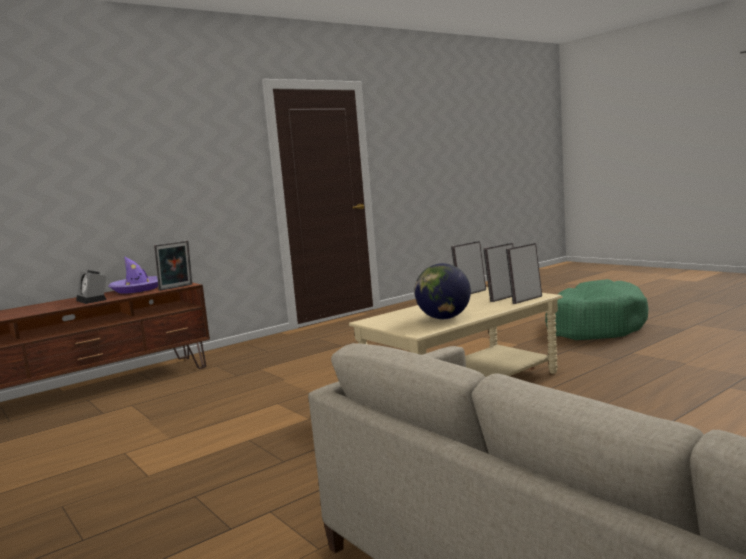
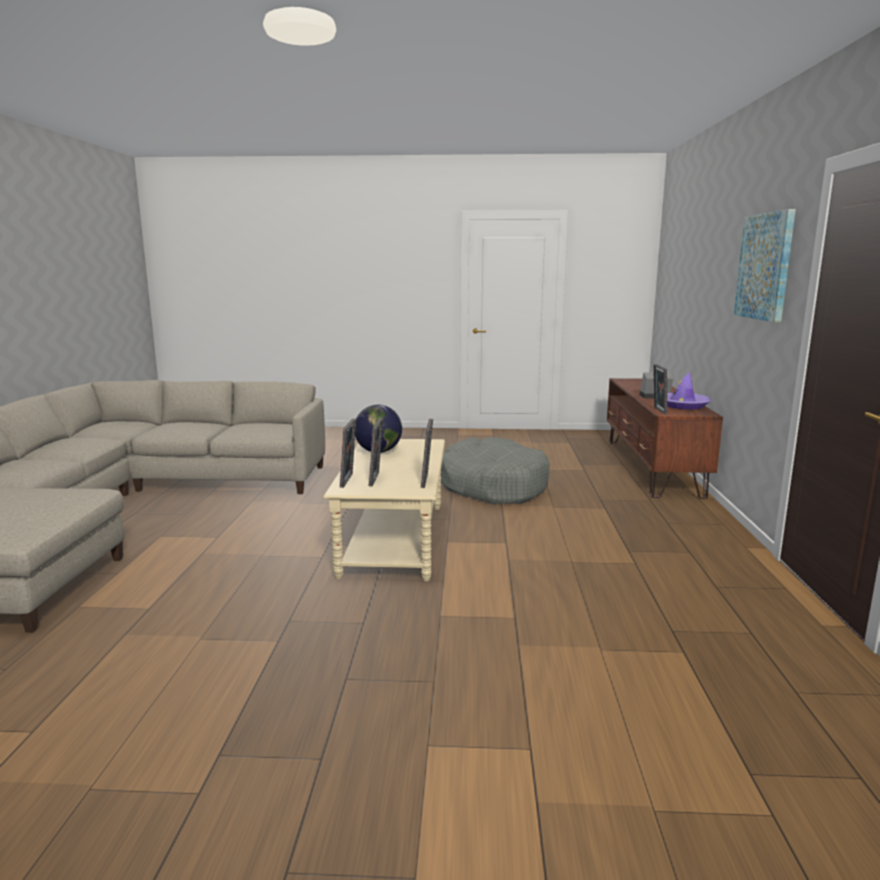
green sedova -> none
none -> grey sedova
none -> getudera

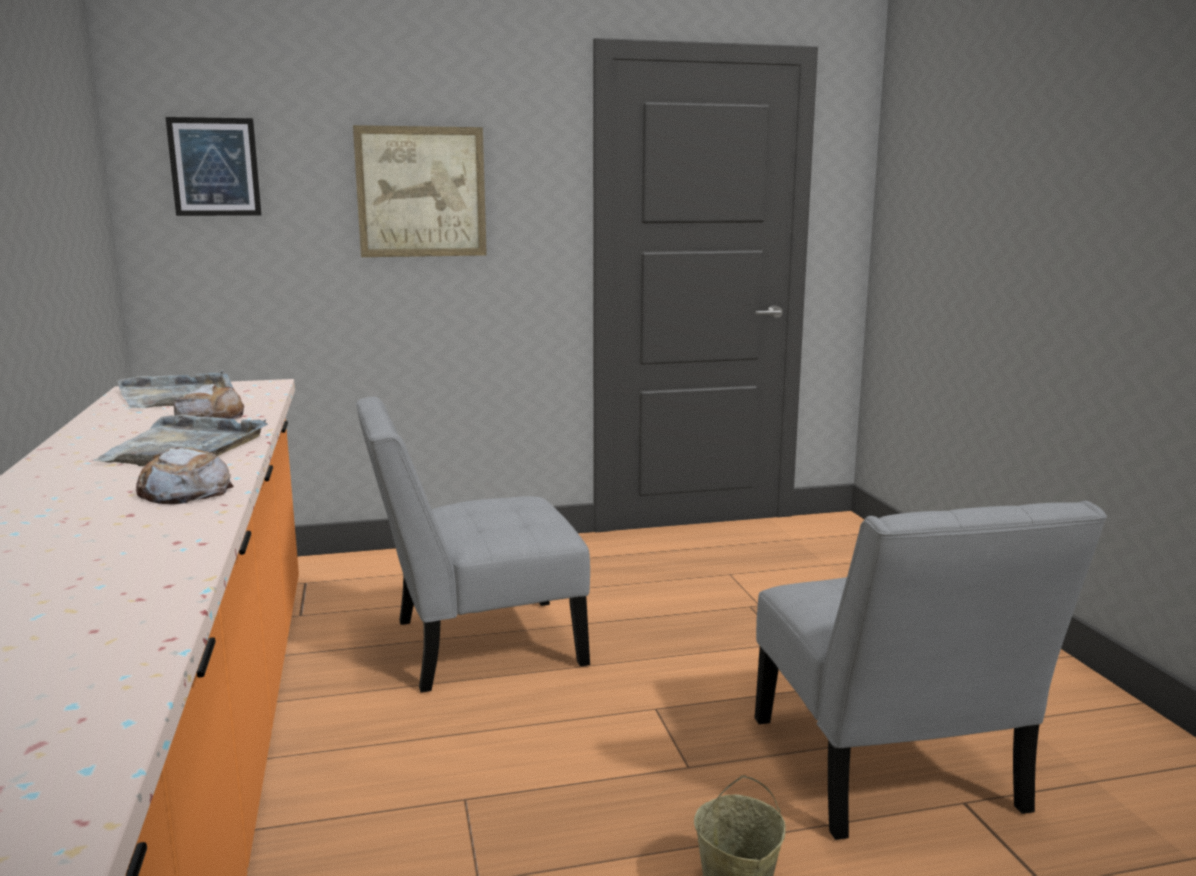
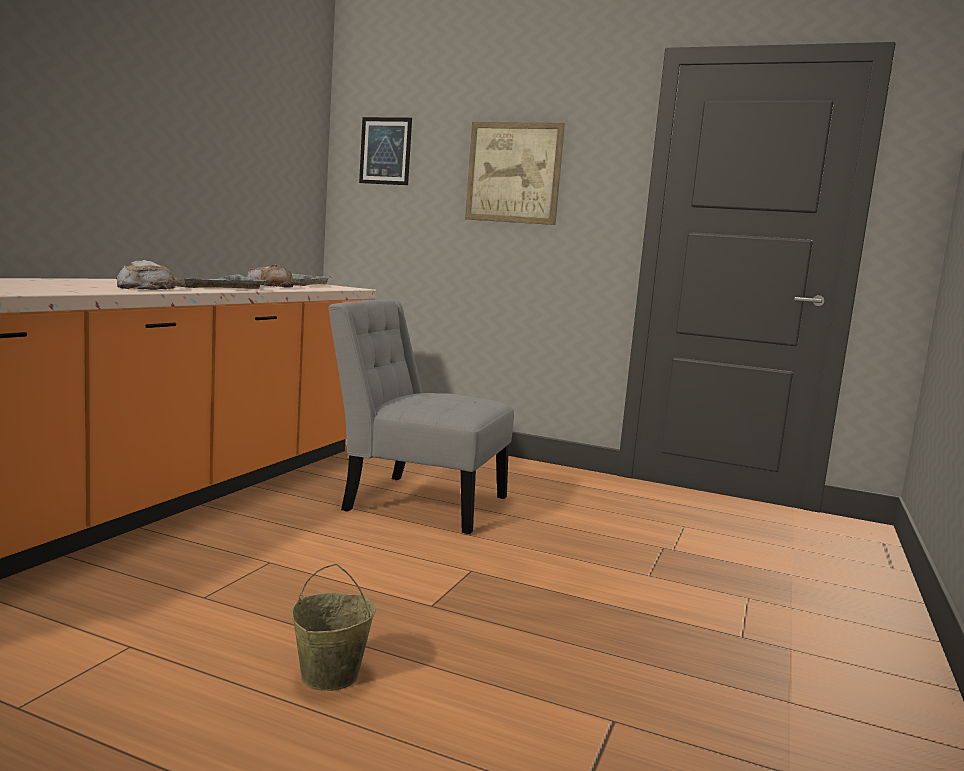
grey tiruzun (no. 2 from left) -> none

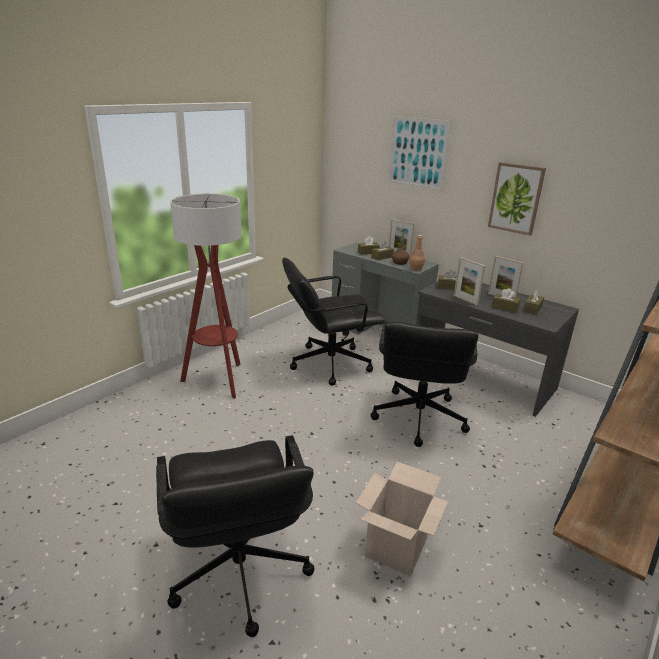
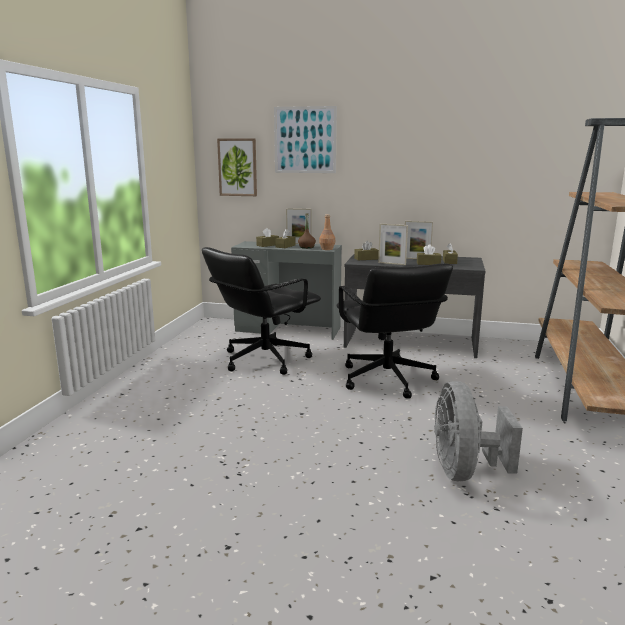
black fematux (no. 1 from left) -> none
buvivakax -> none
getudera (no. 2 from left in the first image) -> getudera (no. 1 from left), shifted
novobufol -> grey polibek

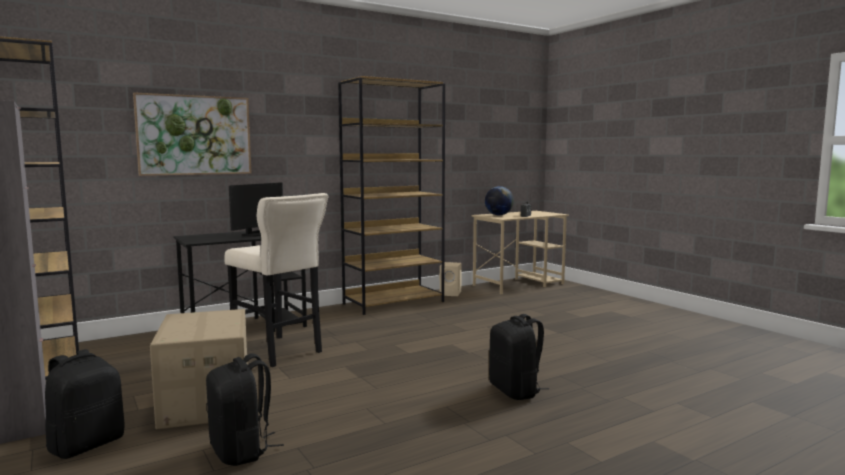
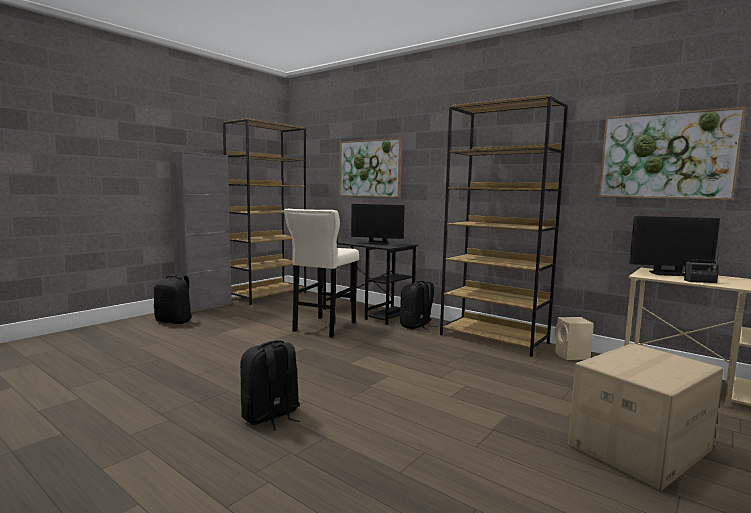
none -> getudera (no. 2 from left)
novobufol, shifted
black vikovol (no. 2 from left in the first image) -> black vikovol (no. 3 from left), shifted
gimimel -> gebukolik (no. 2 from left)

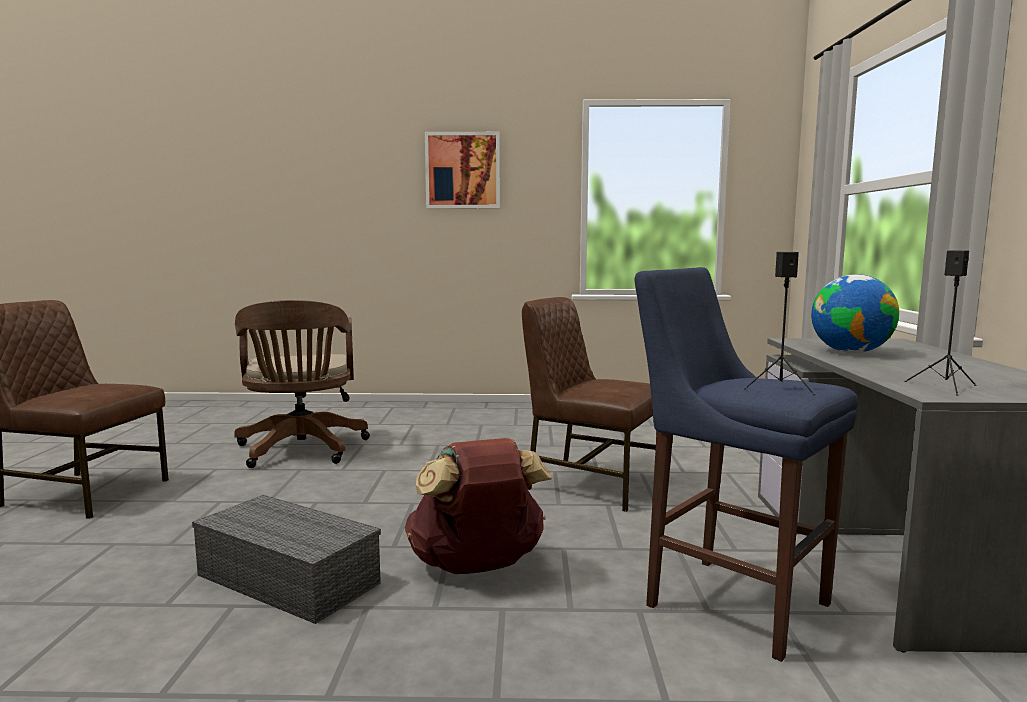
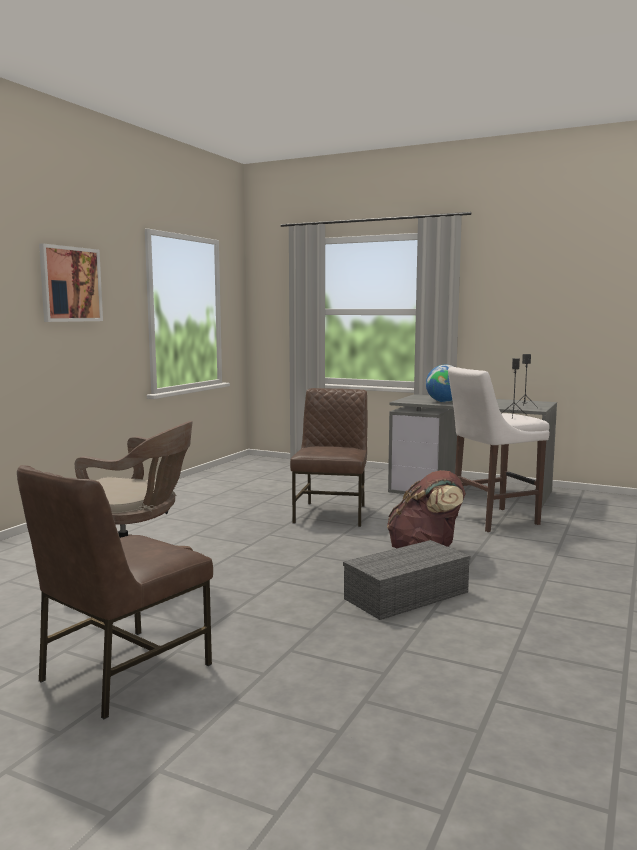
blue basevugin -> white basevugin
brown tiruzun (no. 2 from left), 135 degrees clockwise

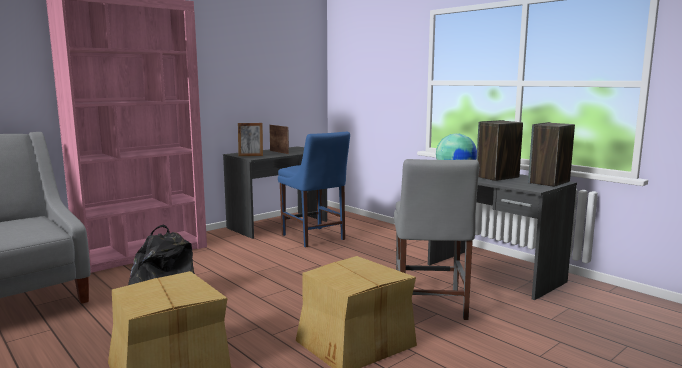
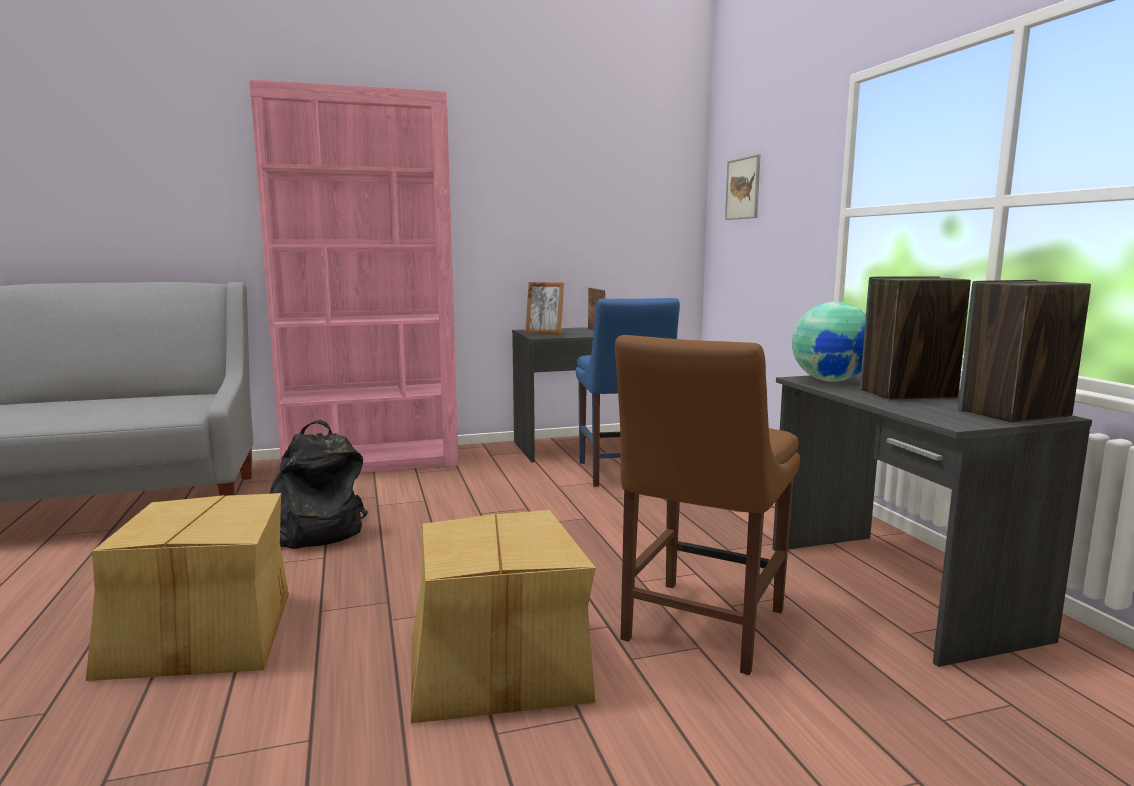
none -> getudera
grey tiruzun -> brown tiruzun

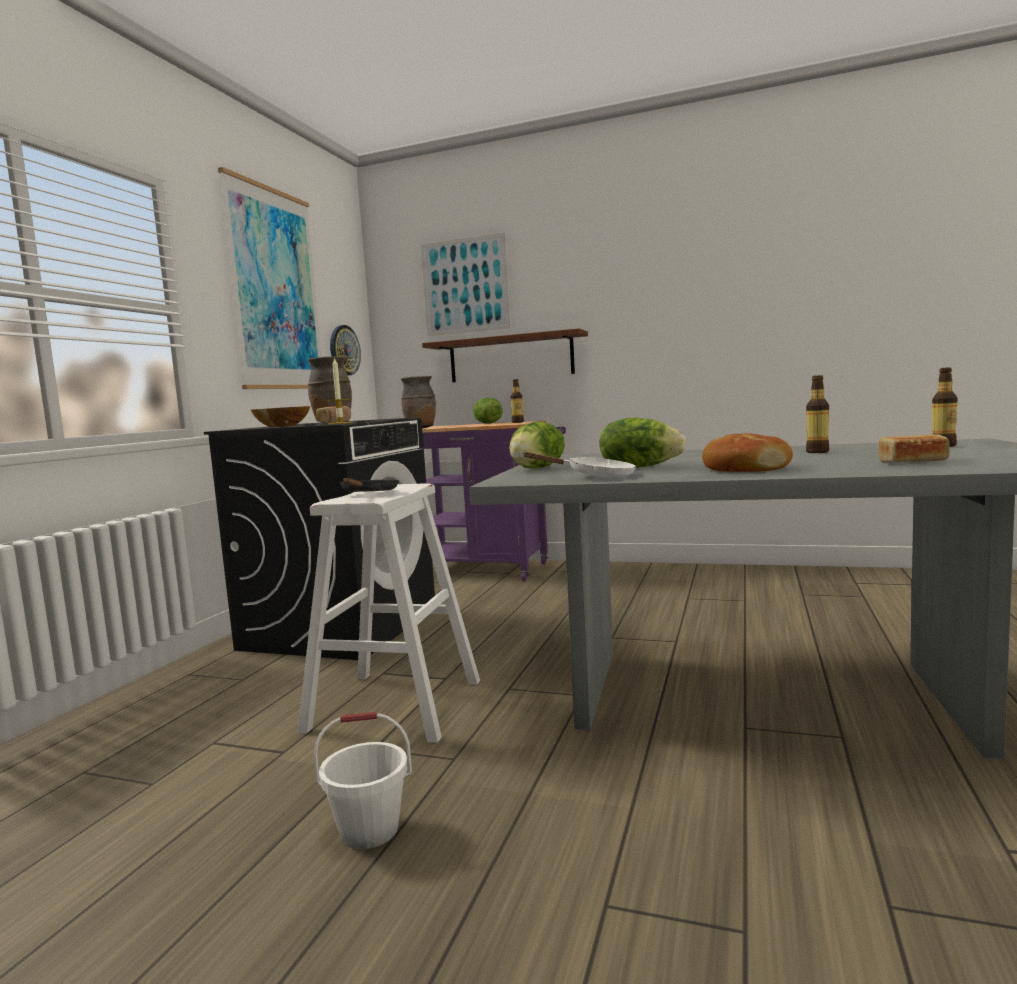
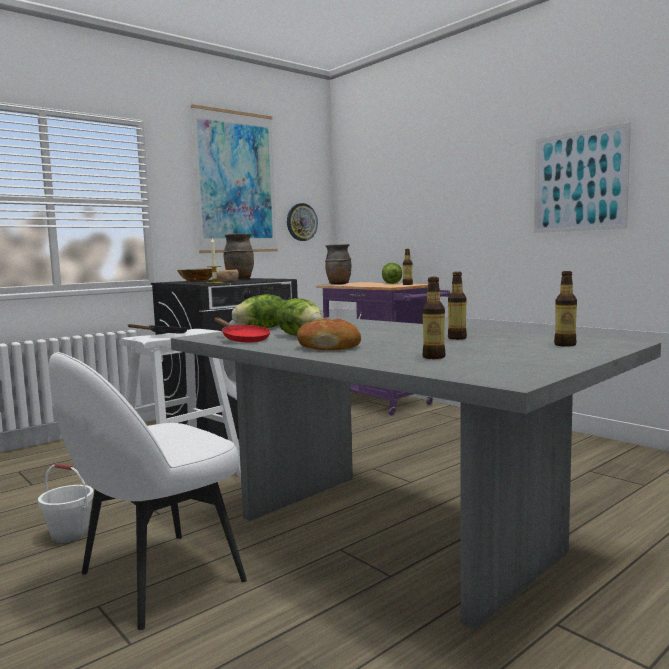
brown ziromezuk -> none
none -> white tiruzun
getudera (no. 2 from left), shifted
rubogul (no. 3 from left) -> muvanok (no. 2 from left)
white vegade -> red vegade

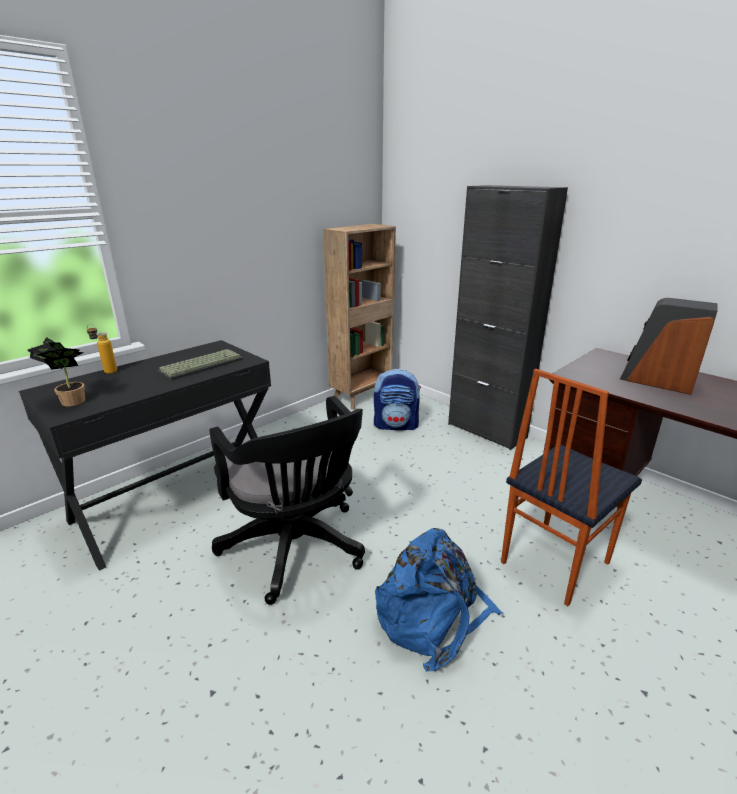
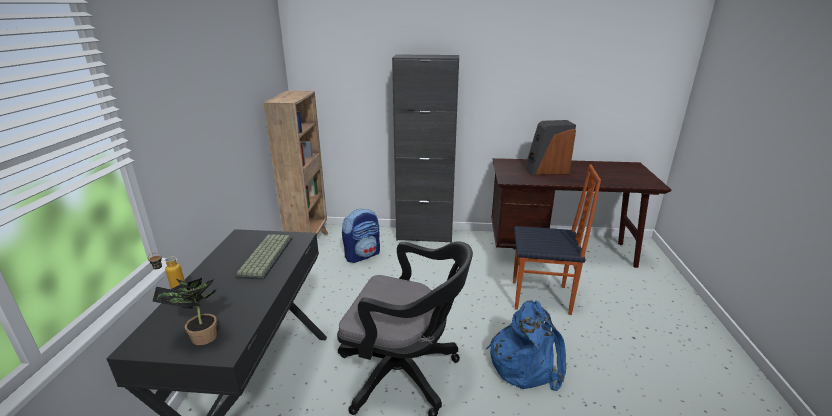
tiruzun, 90 degrees counterclockwise

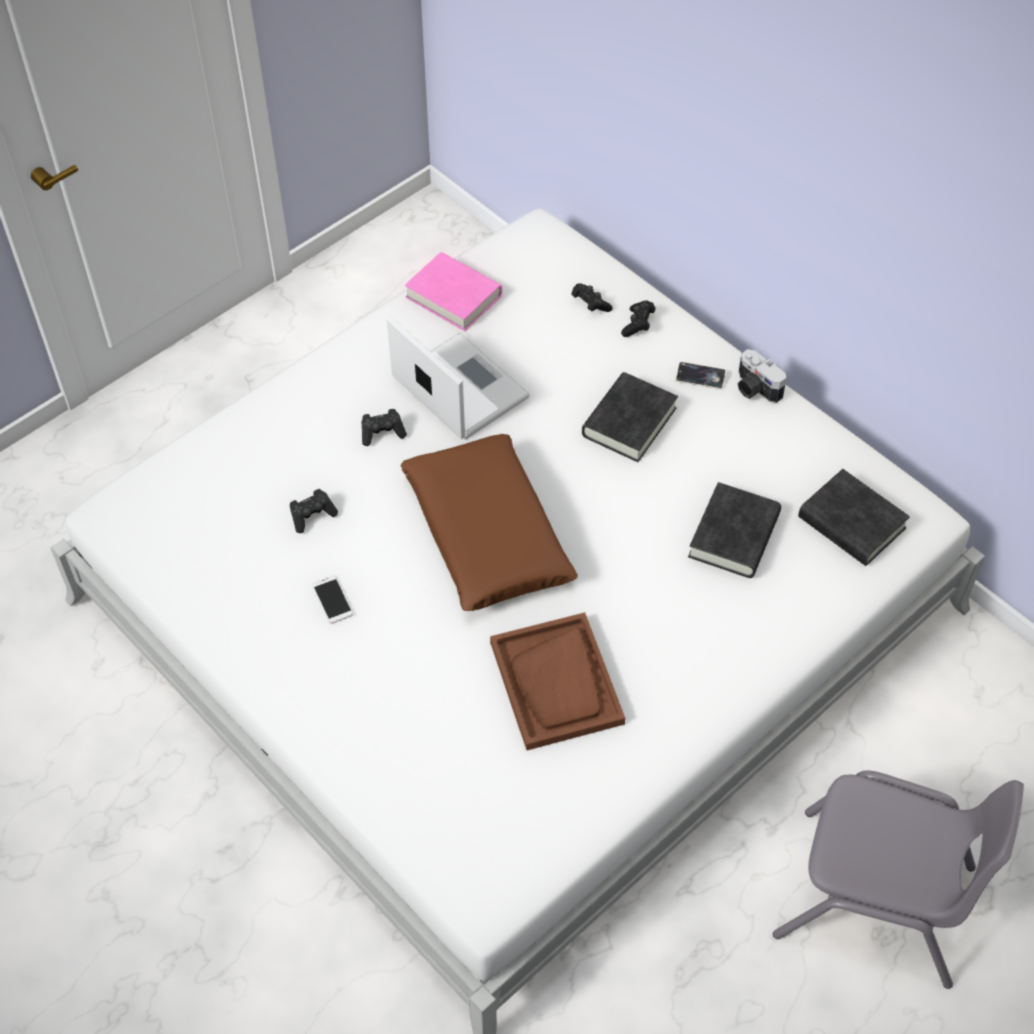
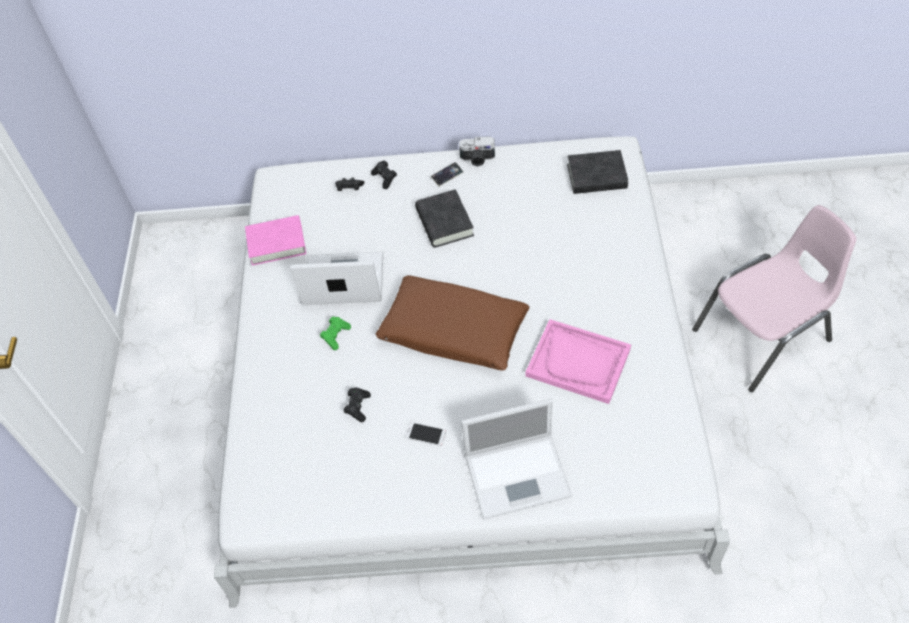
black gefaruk (no. 2 from left) -> none
none -> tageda (no. 2 from left)
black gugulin (no. 2 from left) -> green gugulin
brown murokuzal -> pink murokuzal
grey tiruzun -> pink tiruzun

